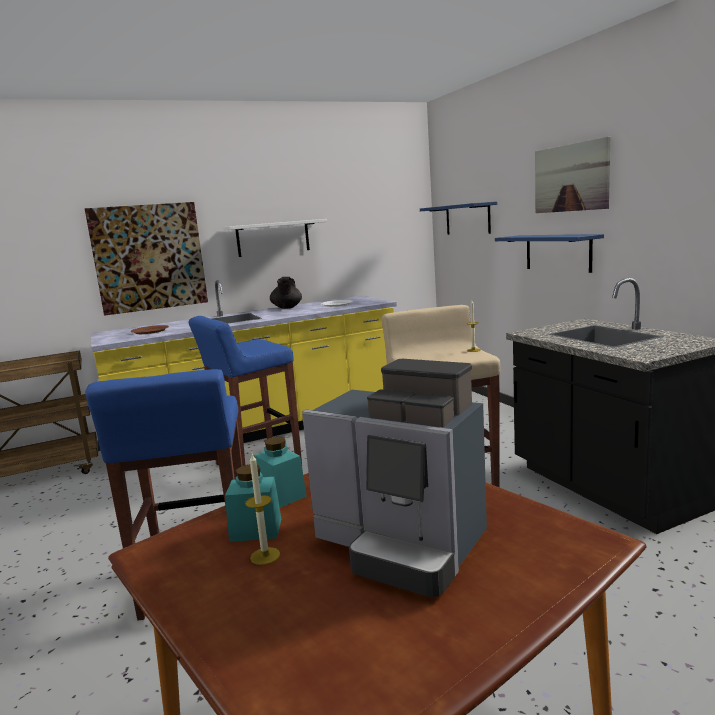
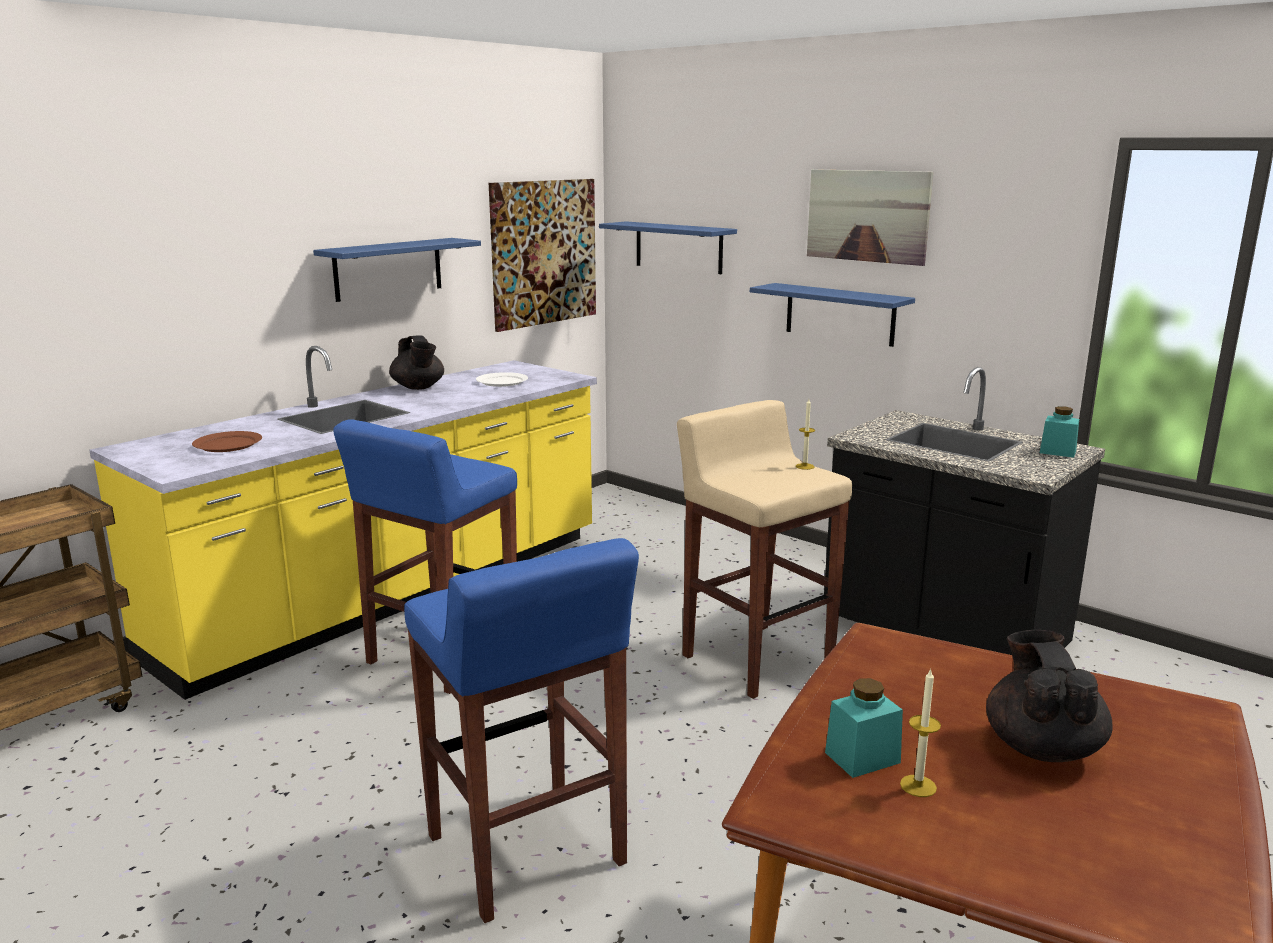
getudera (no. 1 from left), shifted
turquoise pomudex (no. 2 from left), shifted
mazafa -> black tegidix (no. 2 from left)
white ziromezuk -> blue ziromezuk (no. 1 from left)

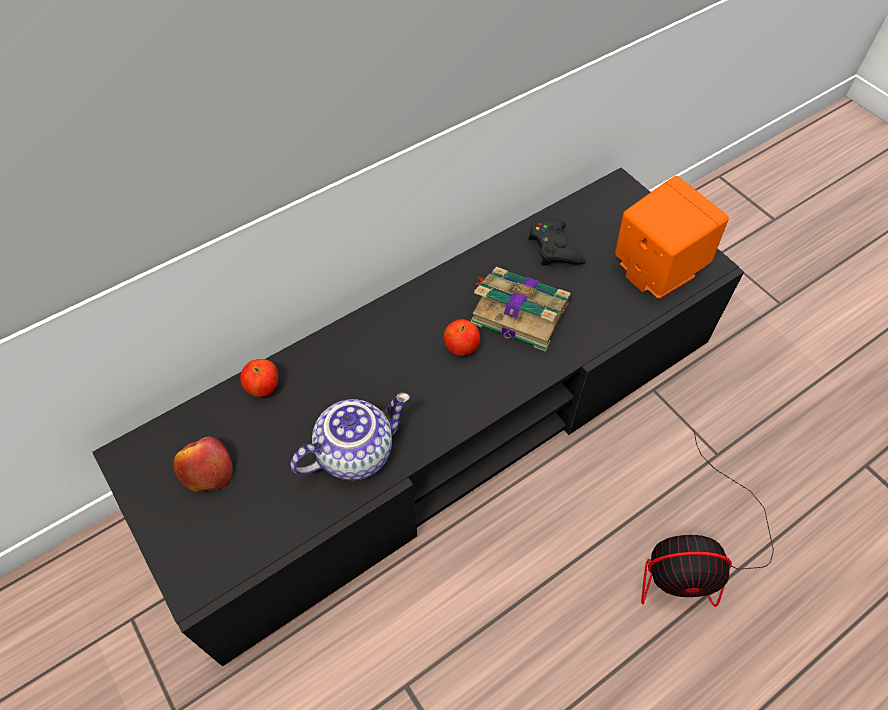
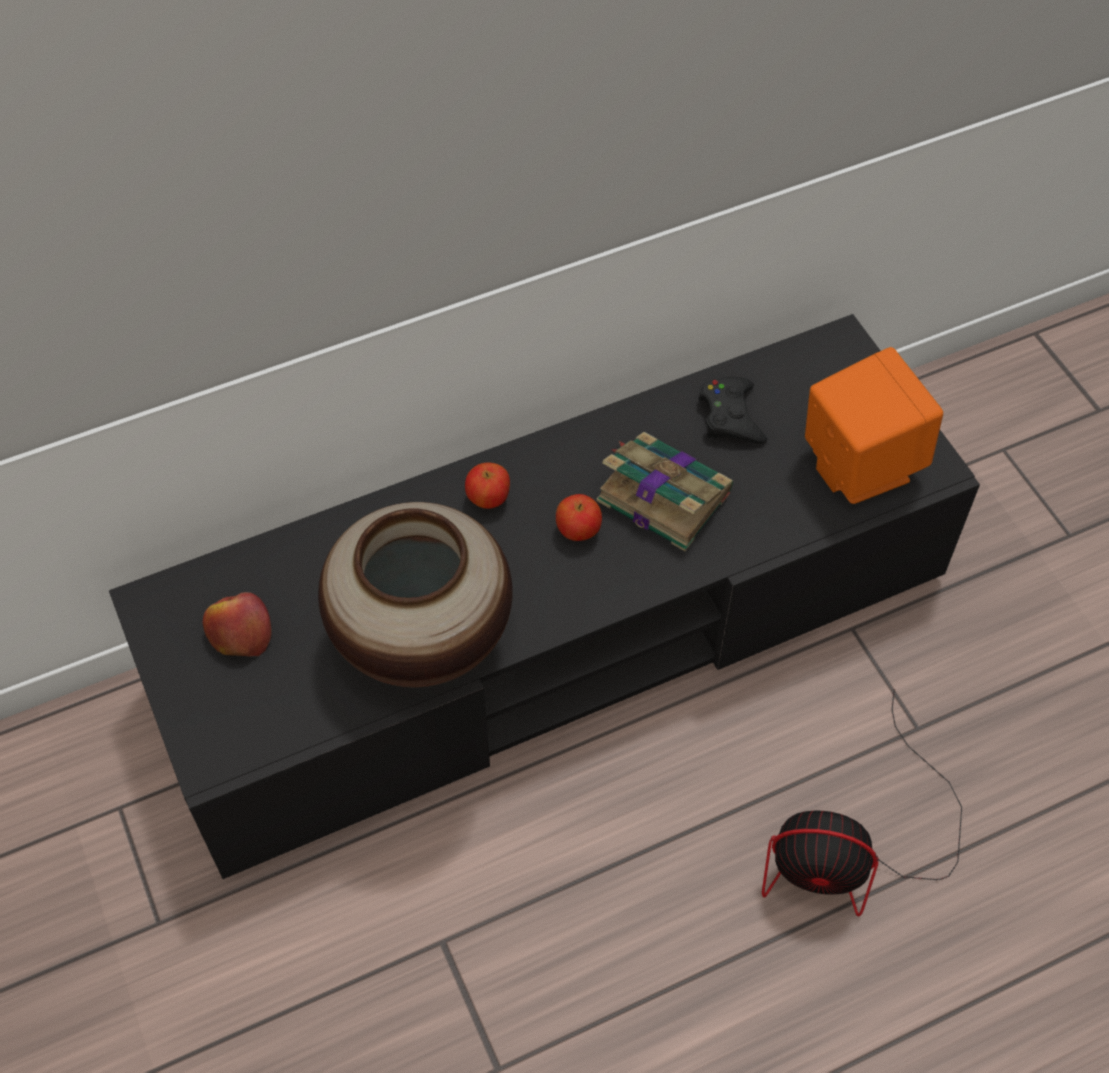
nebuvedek (no. 2 from left), shifted
tegidix -> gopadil

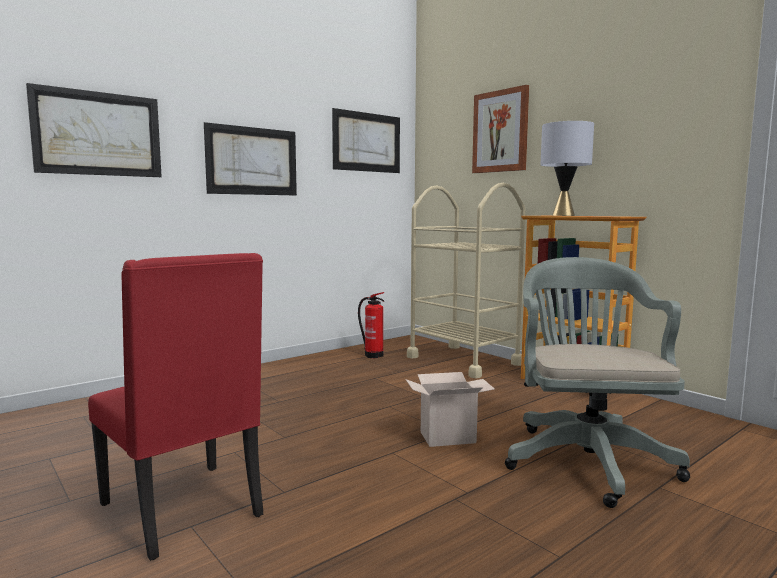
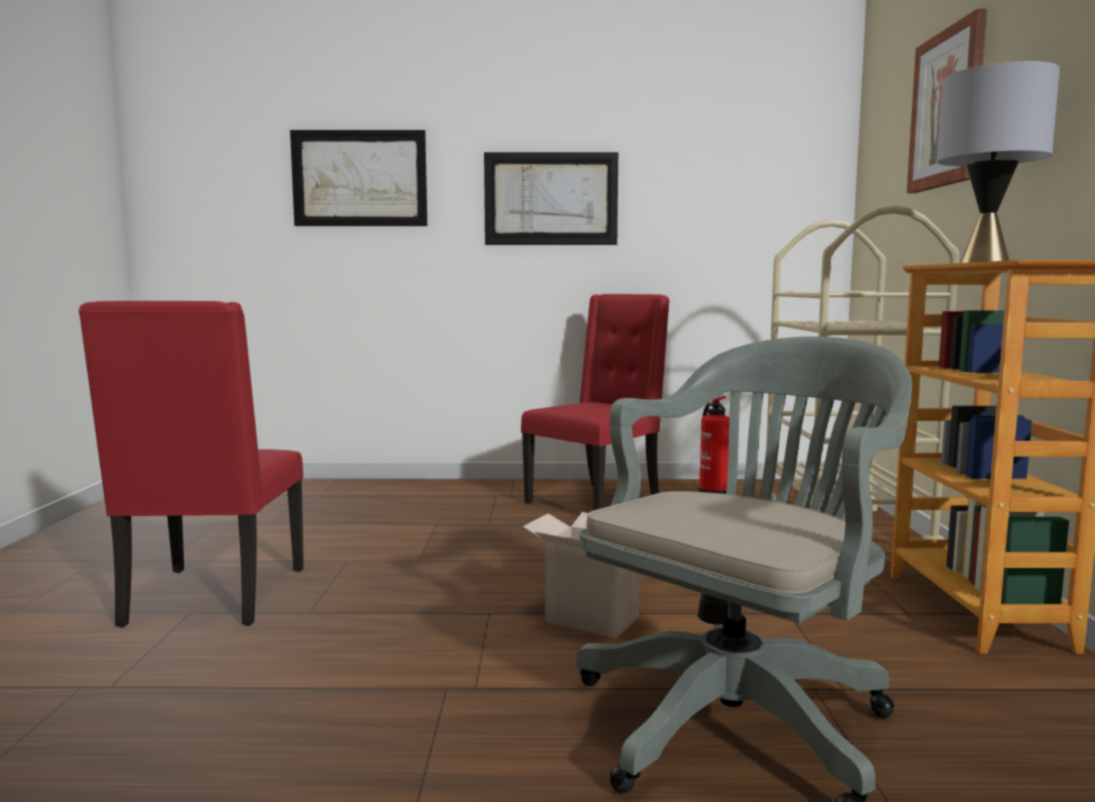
getudera (no. 3 from left) -> none
none -> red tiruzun (no. 2 from left)

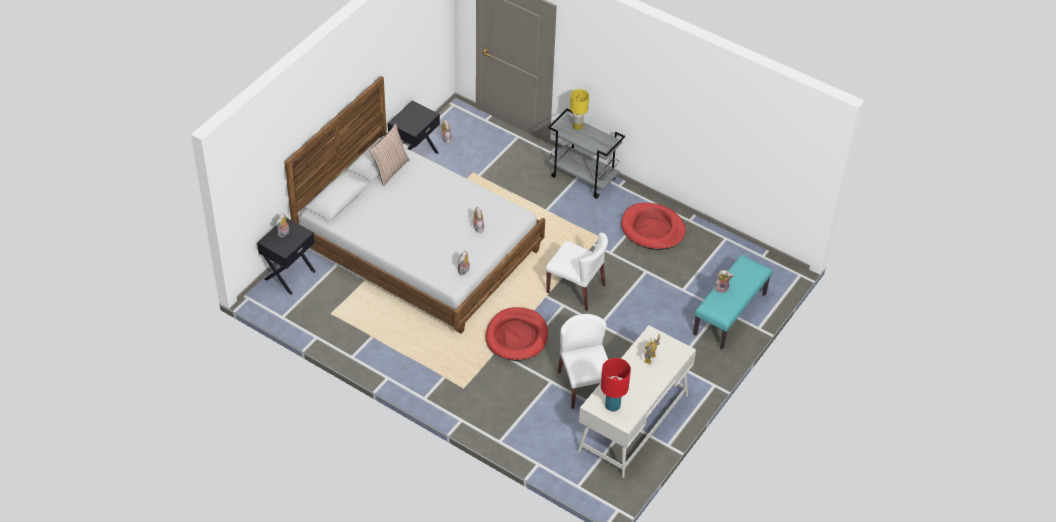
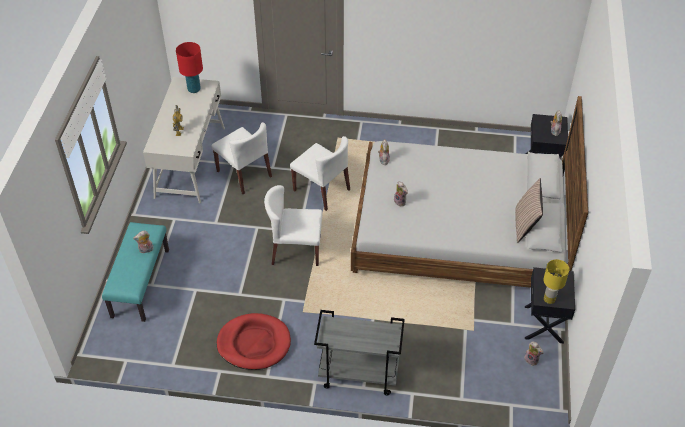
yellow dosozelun, shifted
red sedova (no. 1 from left) -> white tiruzun (no. 3 from left)

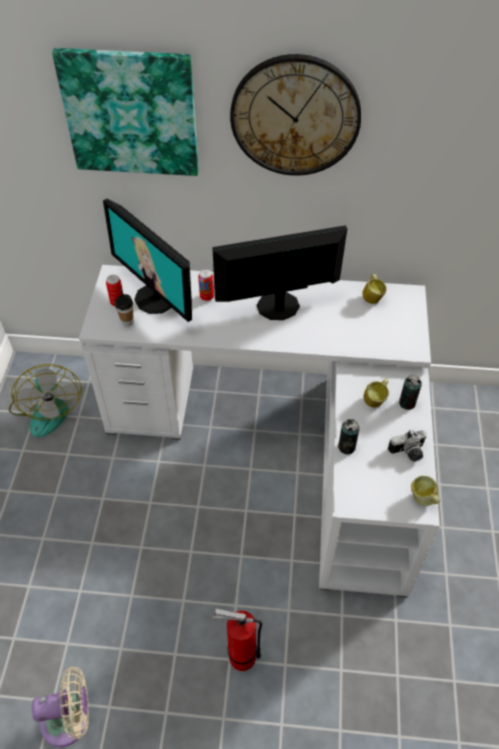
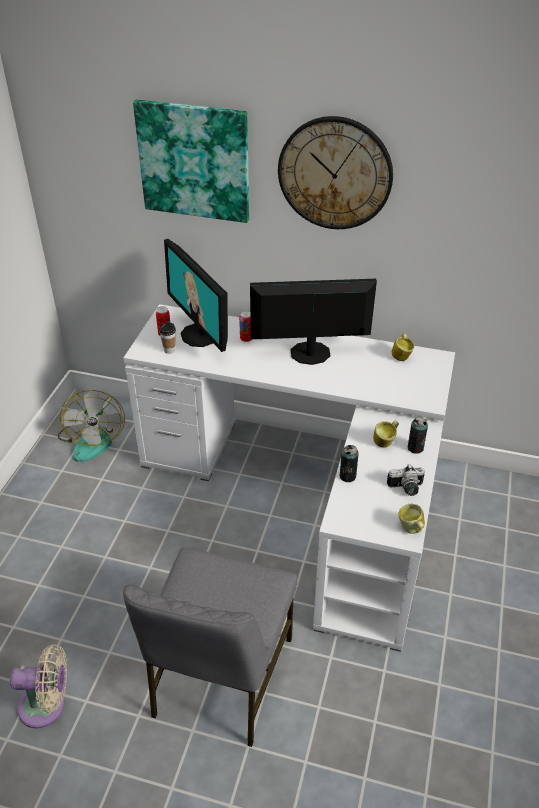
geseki -> grey tiruzun

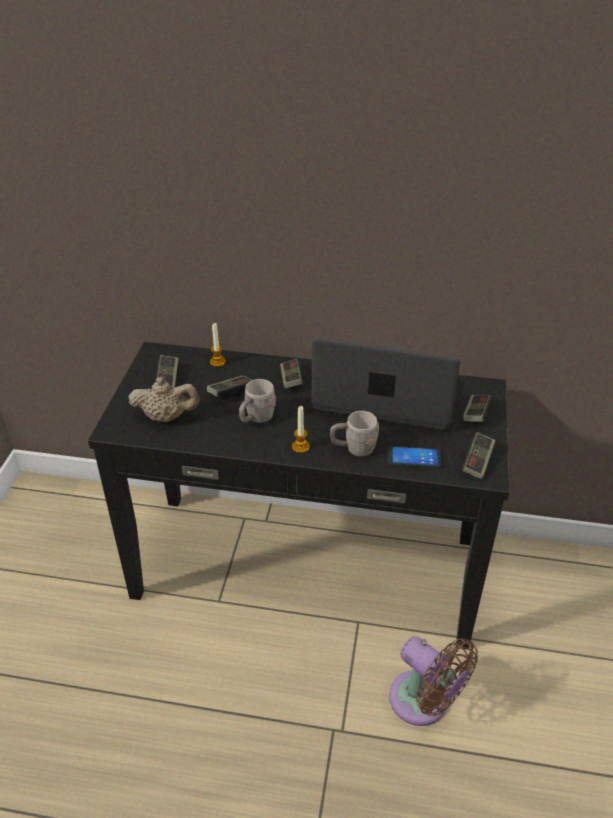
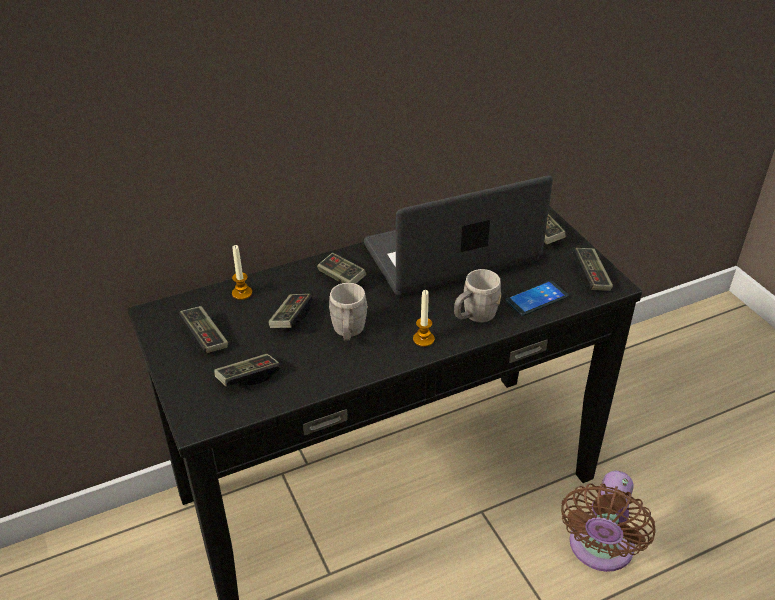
beige tegidix -> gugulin (no. 2 from left)
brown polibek, 105 degrees clockwise

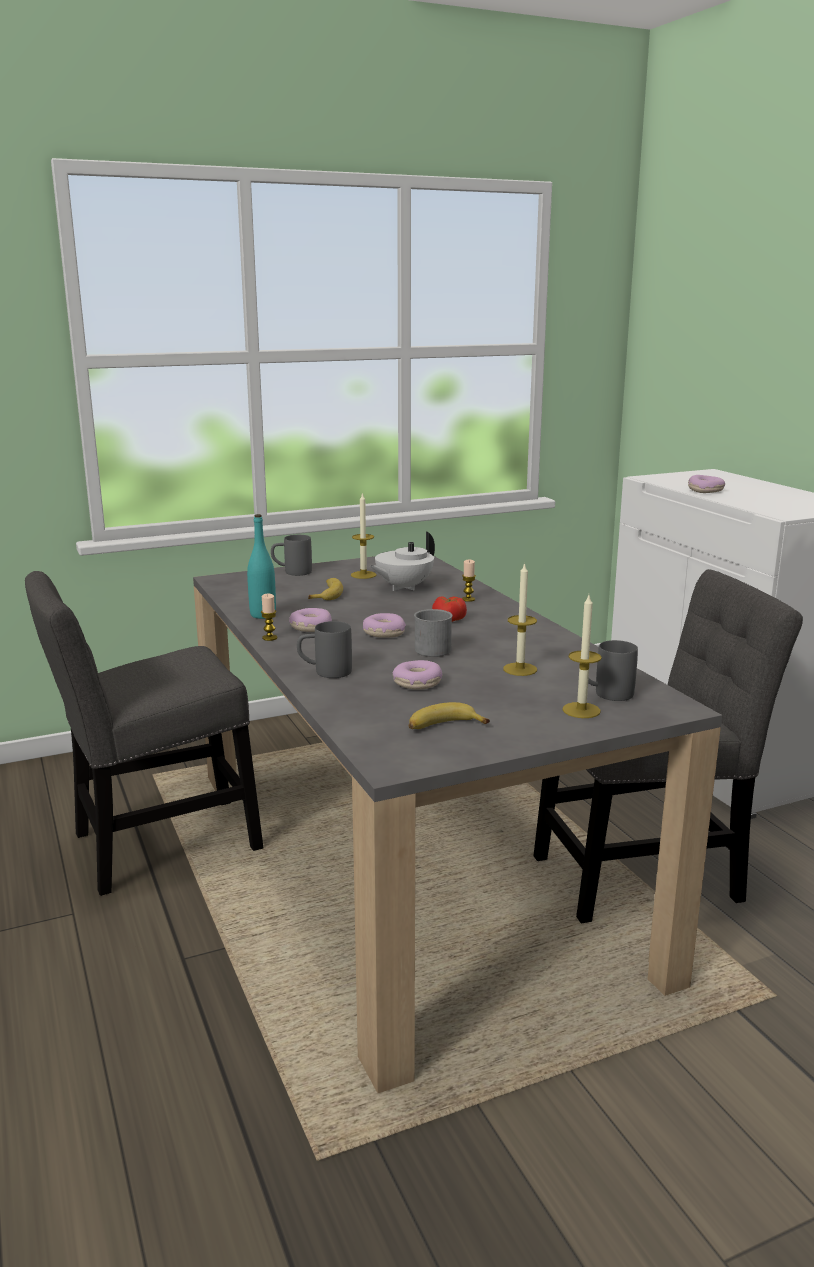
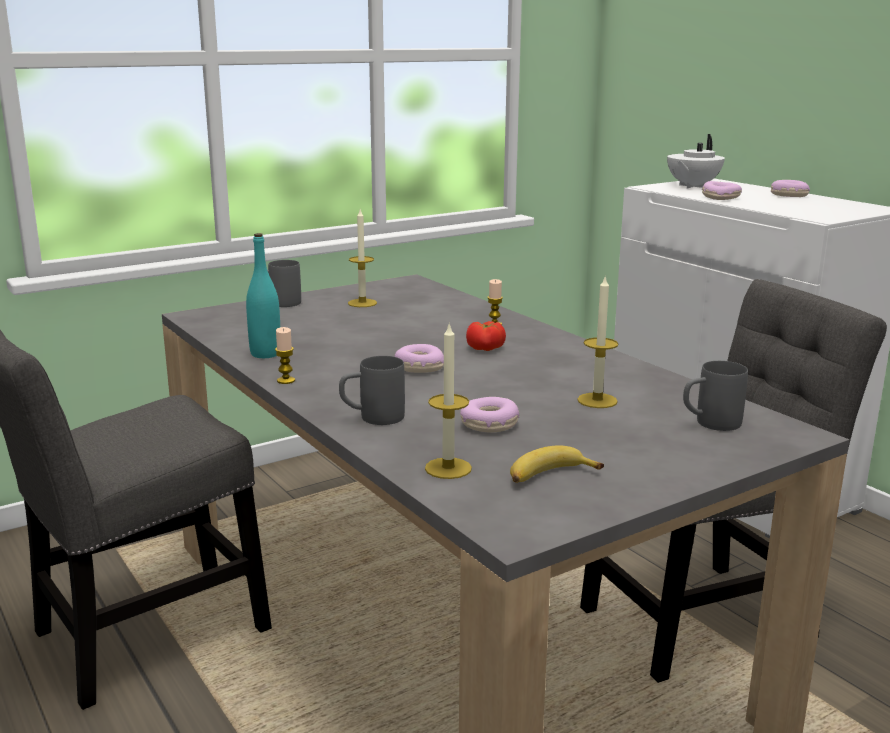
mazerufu (no. 1 from left) -> none
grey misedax (no. 3 from left) -> none
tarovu (no. 1 from left in the first image) -> tarovu (no. 4 from left), shifted
white tegidix, shifted
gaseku (no. 5 from left in the first image) -> gaseku (no. 3 from left), shifted

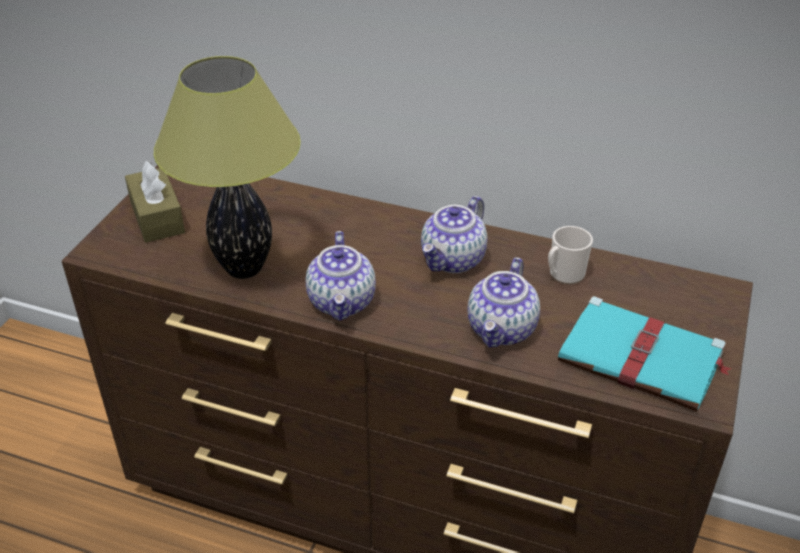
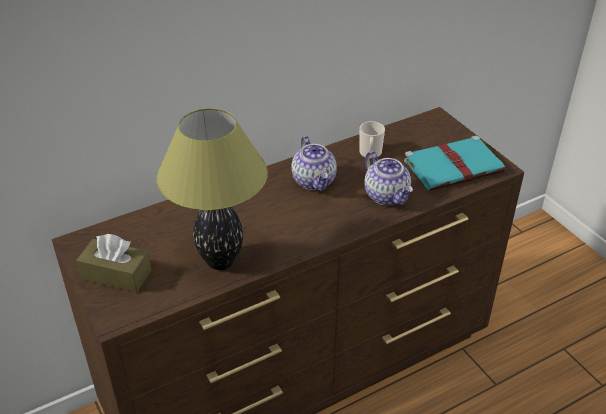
tegidix (no. 1 from left) -> none

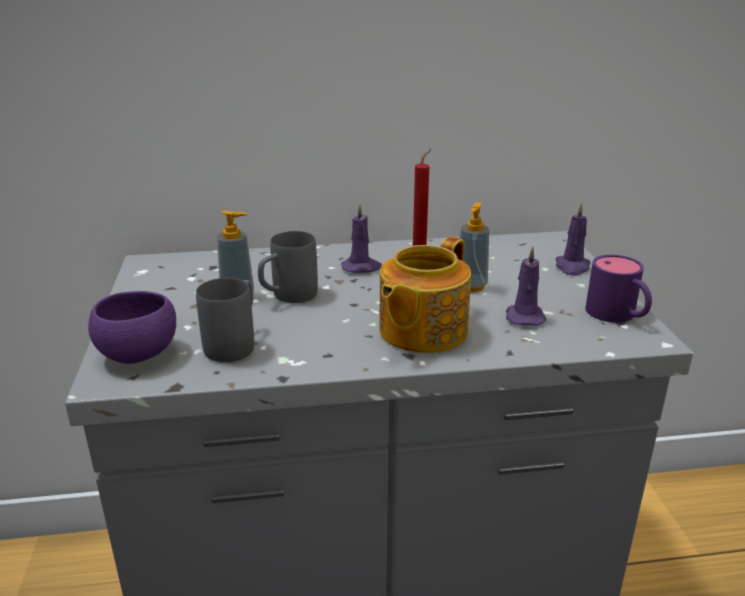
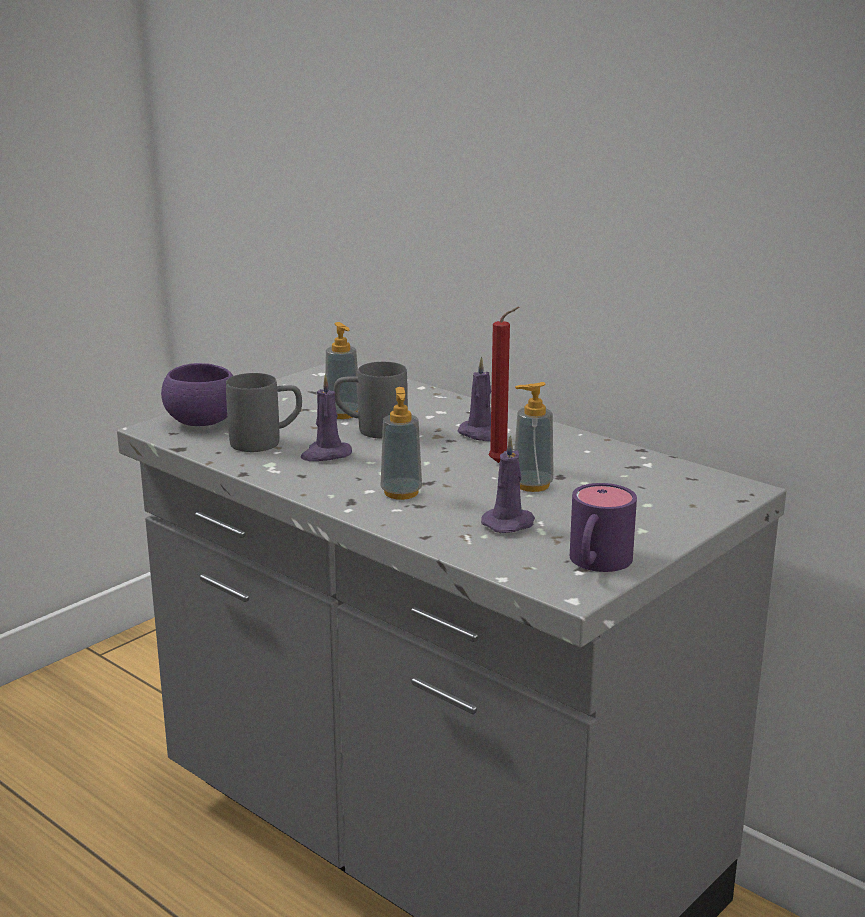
purple gaseku (no. 3 from left in the first image) -> purple gaseku (no. 1 from left), shifted
tegidix -> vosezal (no. 2 from left)

